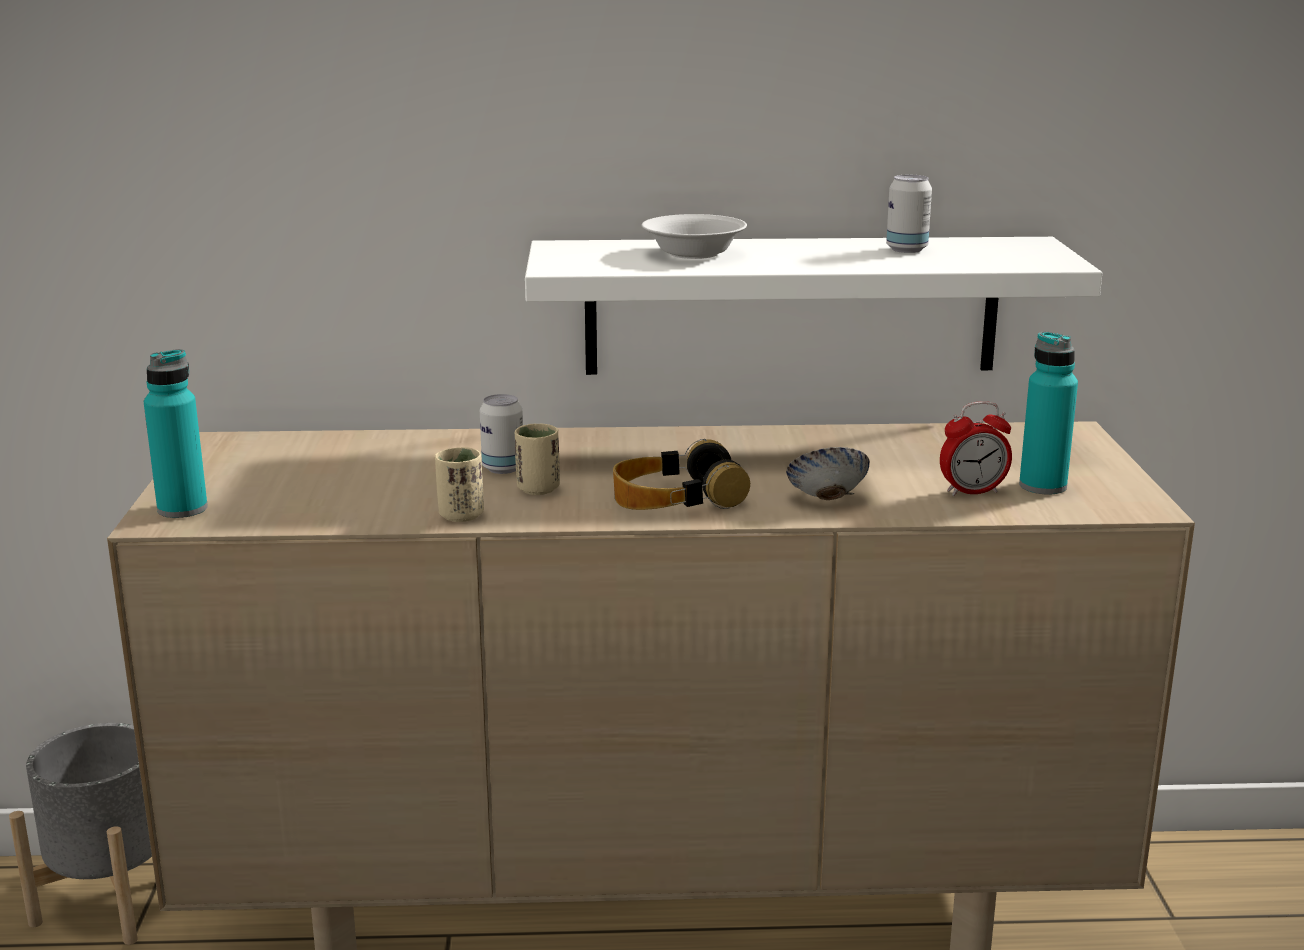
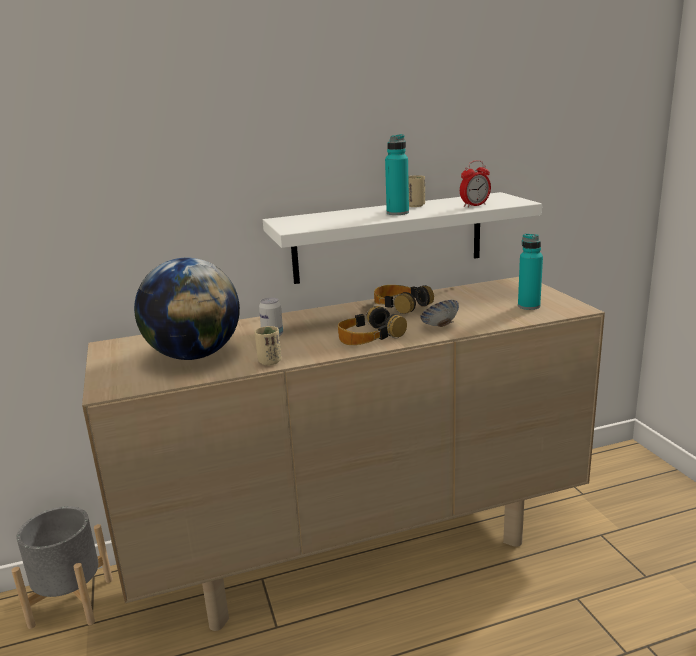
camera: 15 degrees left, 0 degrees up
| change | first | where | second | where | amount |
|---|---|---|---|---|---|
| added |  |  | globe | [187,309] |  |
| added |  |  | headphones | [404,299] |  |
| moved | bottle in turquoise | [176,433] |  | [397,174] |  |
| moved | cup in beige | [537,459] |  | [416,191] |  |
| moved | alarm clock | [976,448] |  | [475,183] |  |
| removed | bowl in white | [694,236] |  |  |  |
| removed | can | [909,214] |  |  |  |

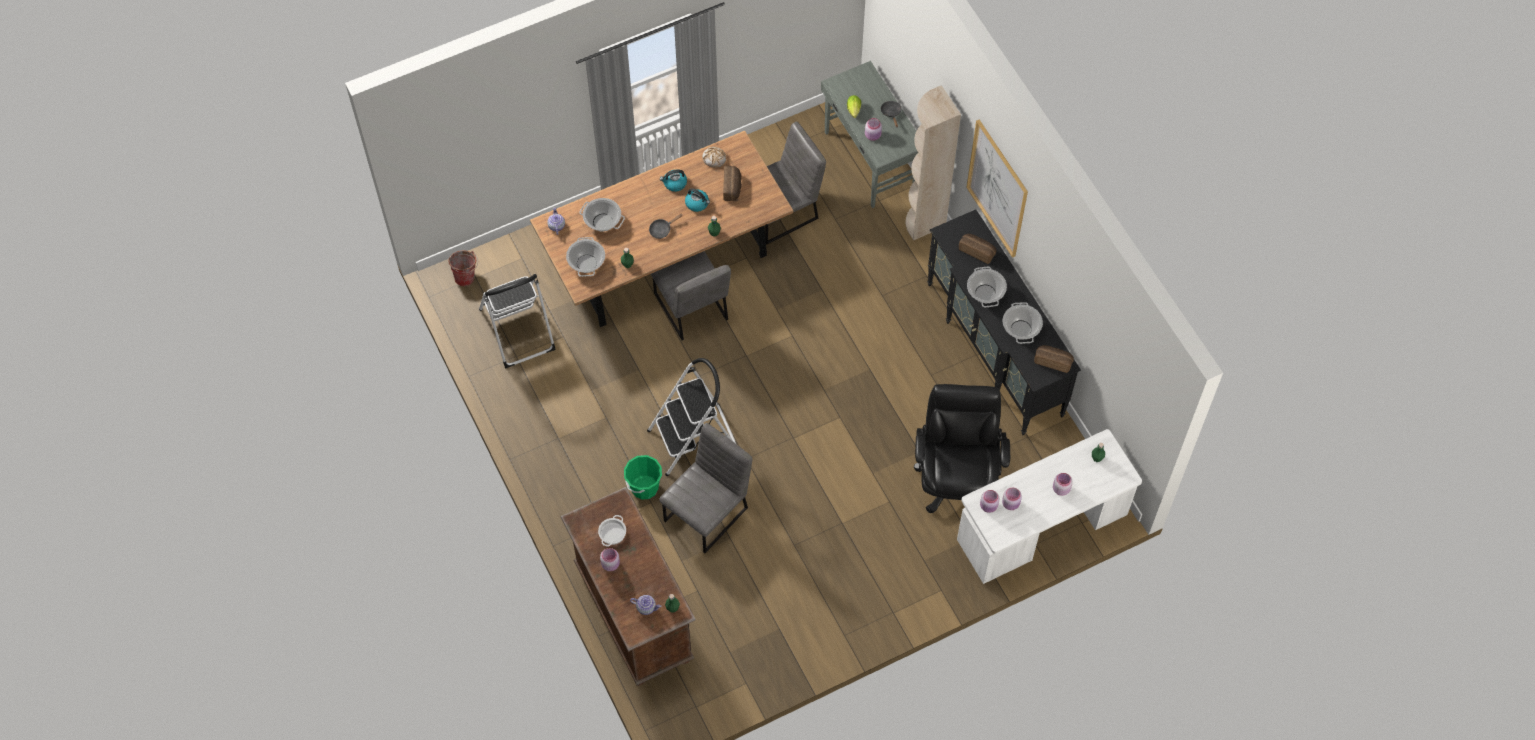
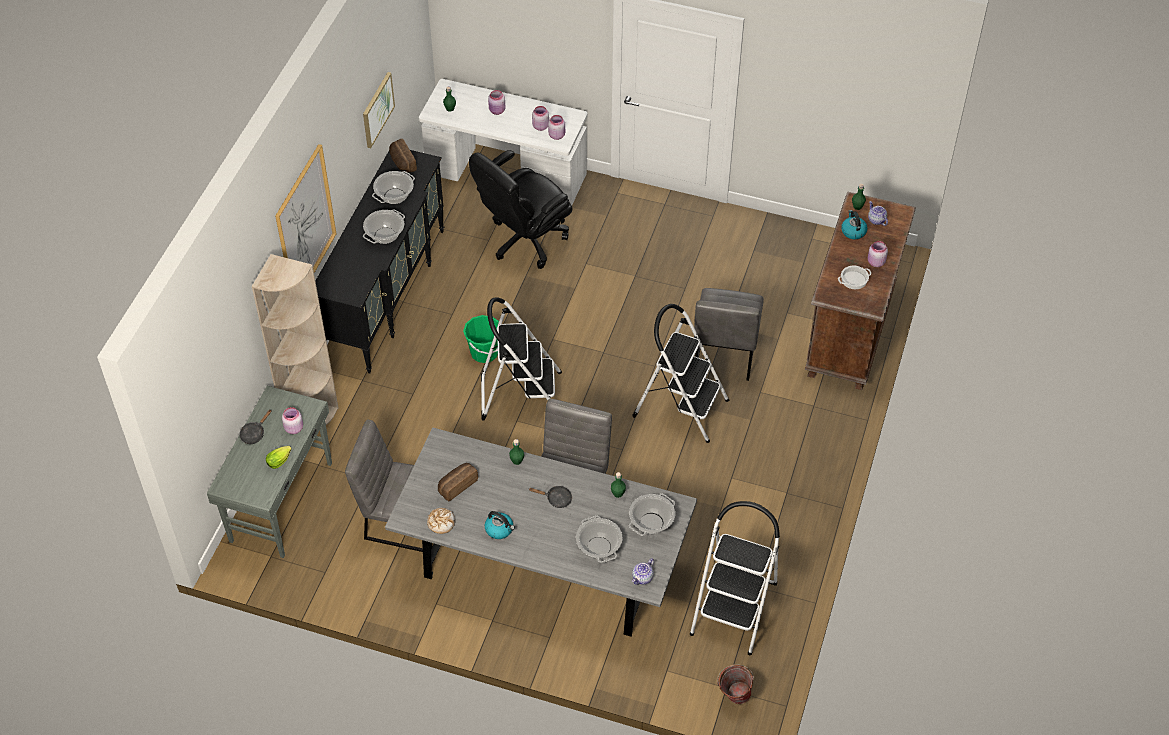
camera: 135 degrees left, 10 degrees down
| change | first | where | second | where | amount |
|---|---|---|---|---|---|
| added |  |  | picture | [379,110] |  |
| recoloured | dining table in brown | [661,229] | dining table in grey | [541,532] |  |
| moved | bucket in green | [643,477] |  | [481,339] |  |
| added |  |  | step ladder | [521,358] |  |
| turned | chair in grey | [705,488] |  | [729,334] | 75 degrees counterclockwise |
| moved | kettle | [697,200] |  | [854,224] |  |
| removed | bread | [978,249] |  |  |  |

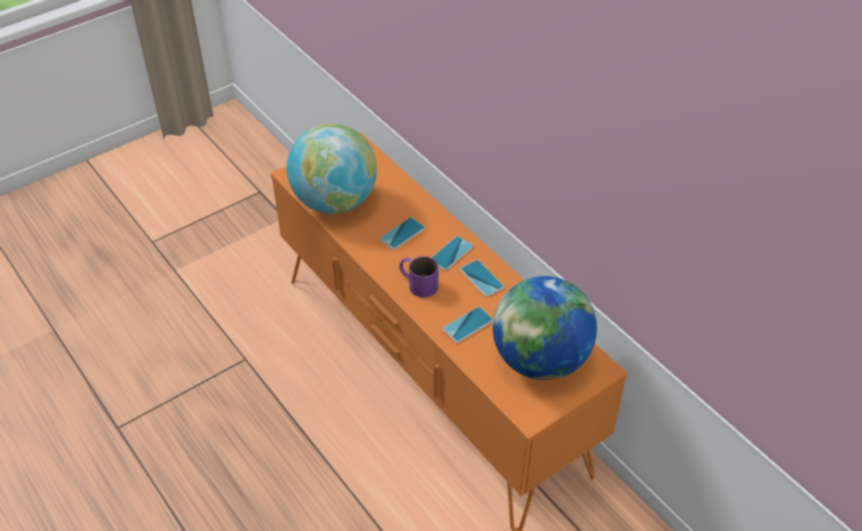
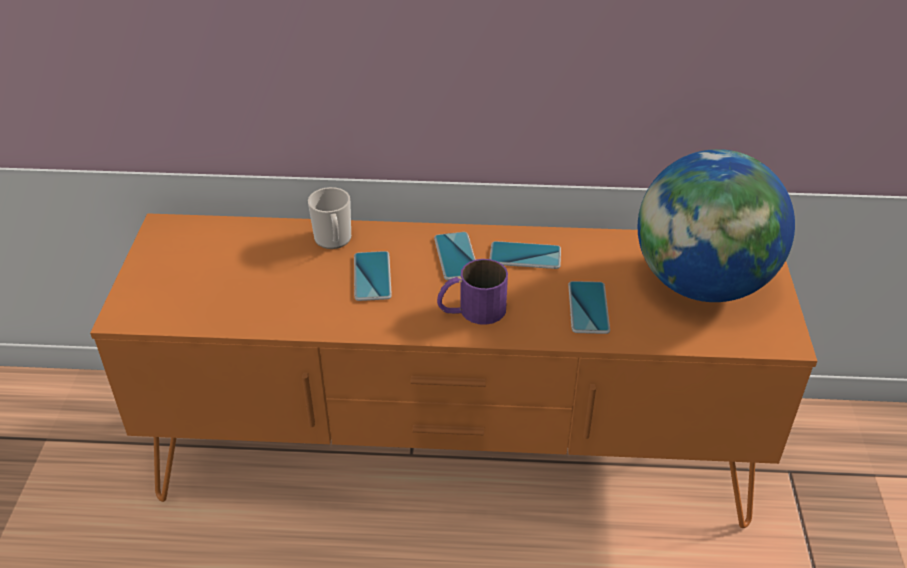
camera: 50 degrees left, 5 degrees down
| change | first | where | second | where | amount |
|---|---|---|---|---|---|
| added |  |  | mug | [329,218] |  |
| removed | globe | [332,169] |  |  |  |

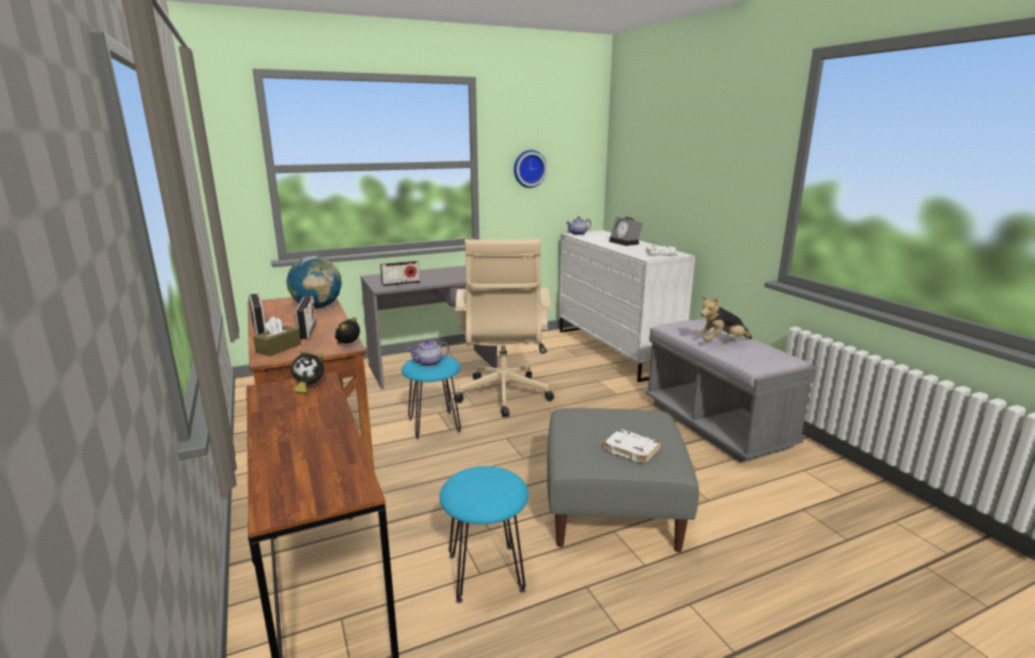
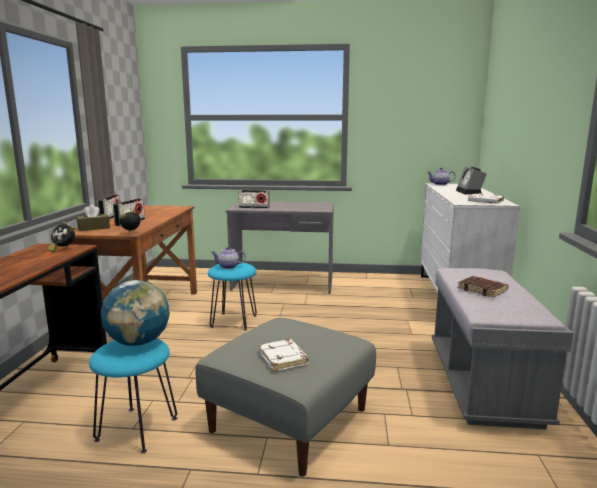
camera: 30 degrees right, 5 degrees down
| change | first | where | second | where | amount |
|---|---|---|---|---|---|
| moved | globe | [314,282] |  | [135,313] |  |
| replaced | plush toy | [724,318] | book in brown | [483,287] |  |
| removed | office chair in beige | [504,328] |  |  |  |
| removed | wall clock | [530,169] |  |  |  |

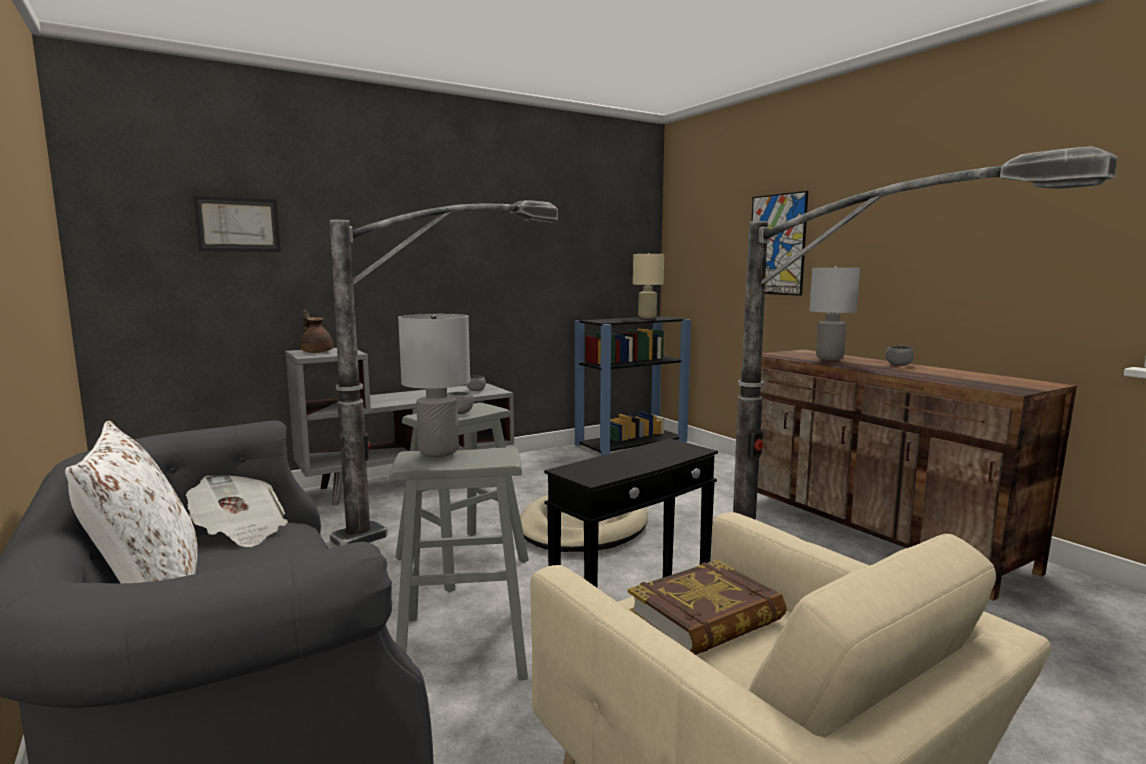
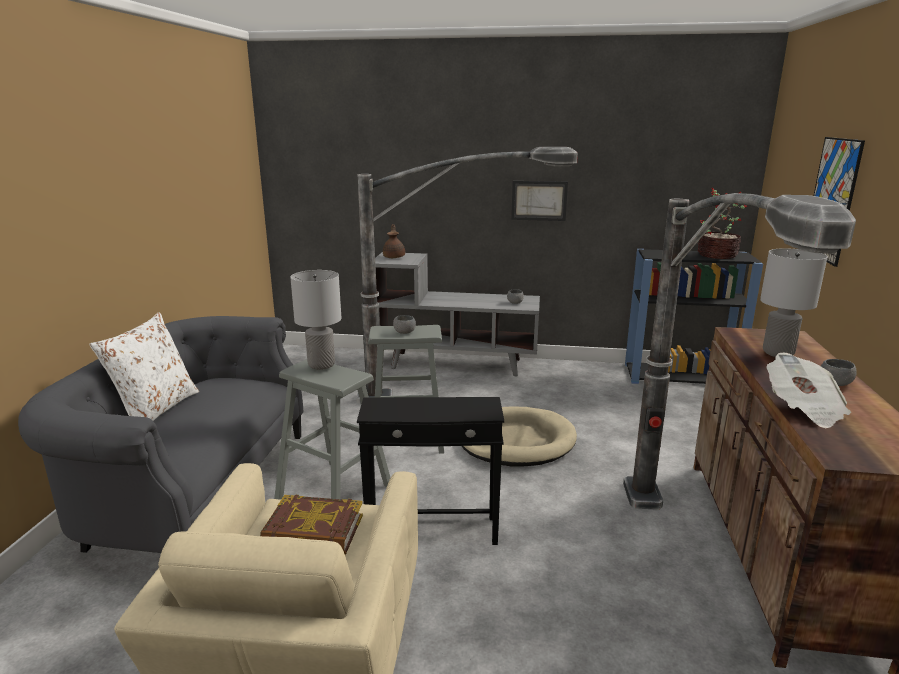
camera: 40 degrees right, 10 degrees up
| change | first | where | second | where | amount |
|---|---|---|---|---|---|
| moved | picture | [237,223] |  | [539,201] |  |
| replaced | table lamp in beige | [648,286] | potted plant | [722,223] |  |
| moved | newspaper | [237,511] |  | [808,390] |  |

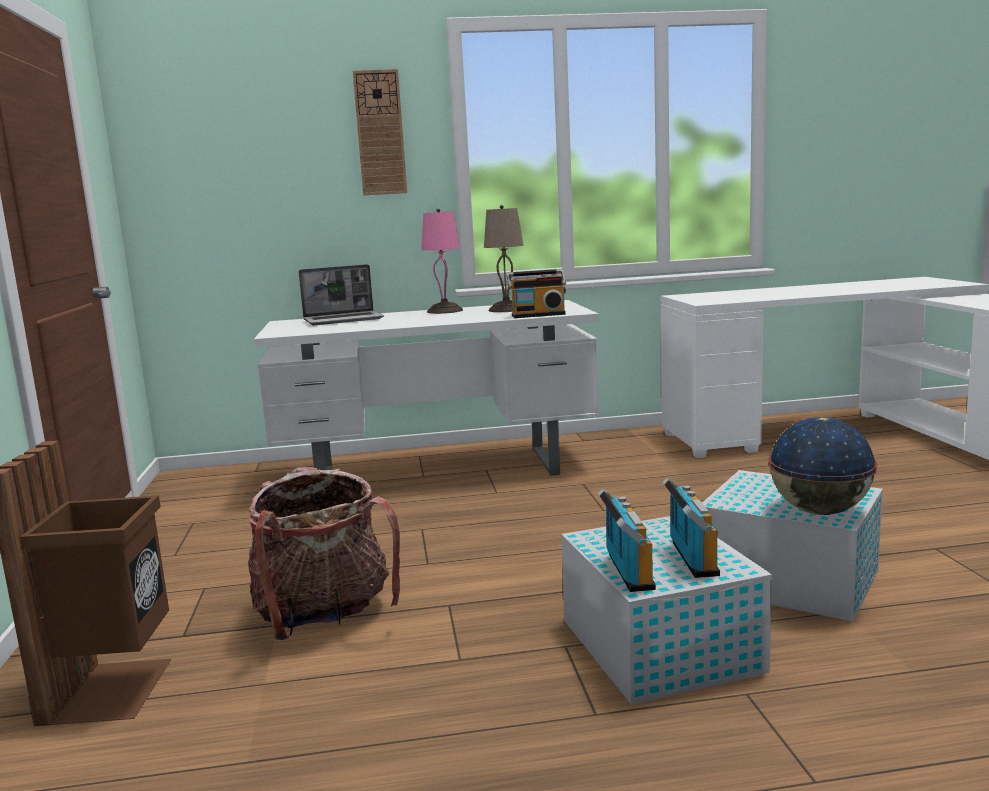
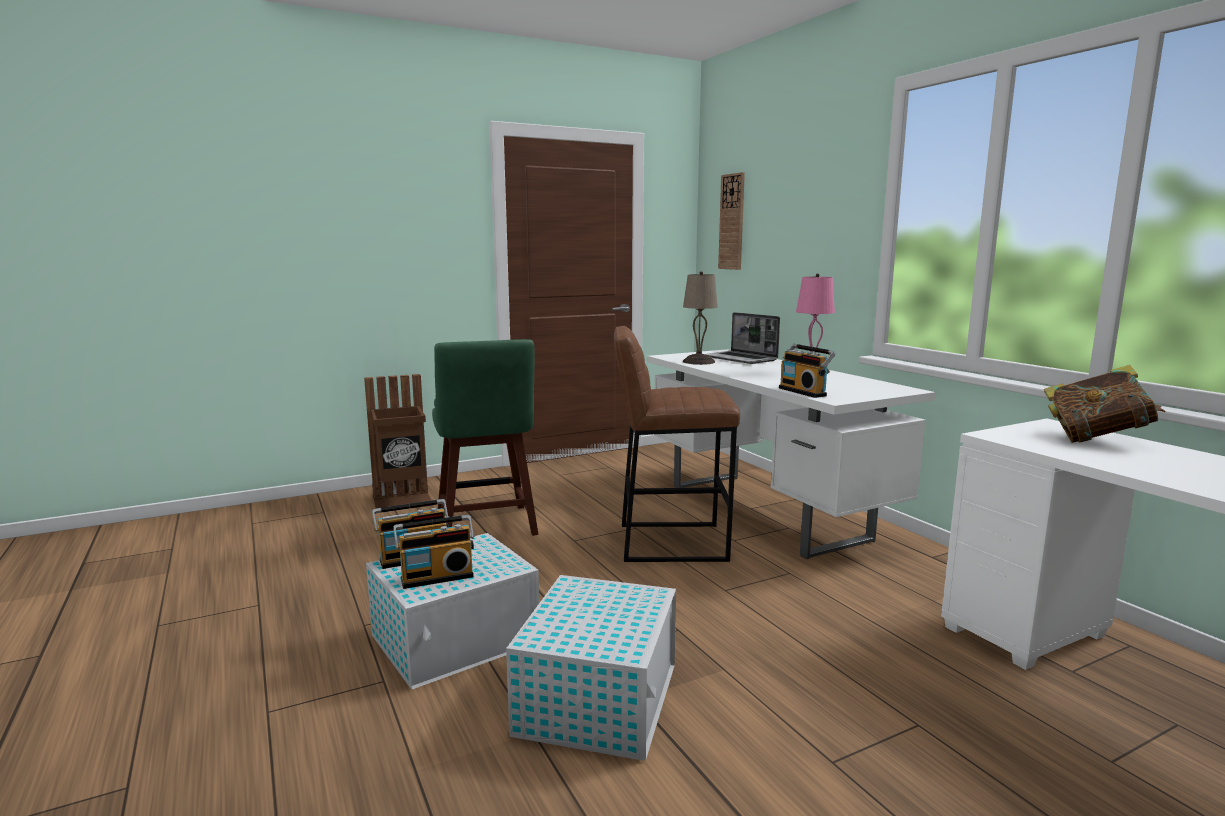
camera: 70 degrees right, 0 degrees up
| change | first | where | second | where | amount |
|---|---|---|---|---|---|
| replaced | backpack | [324,553] | chair in green | [485,437] |  |
| added |  |  | stool in brown | [677,444] |  |
| moved | table lamp in beige | [503,258] |  | [700,318] |  |
| moved | wall clock | [380,132] |  | [731,221] |  |
| added |  |  | book | [1105,404] |  |
| removed | globe | [822,466] |  |  |  |

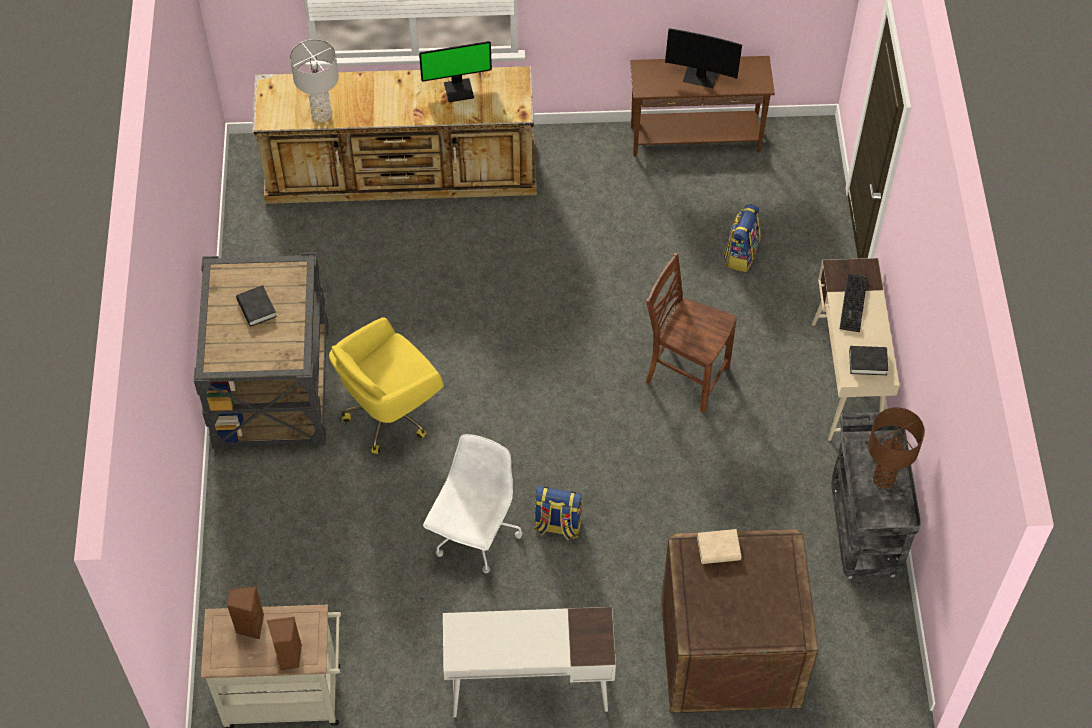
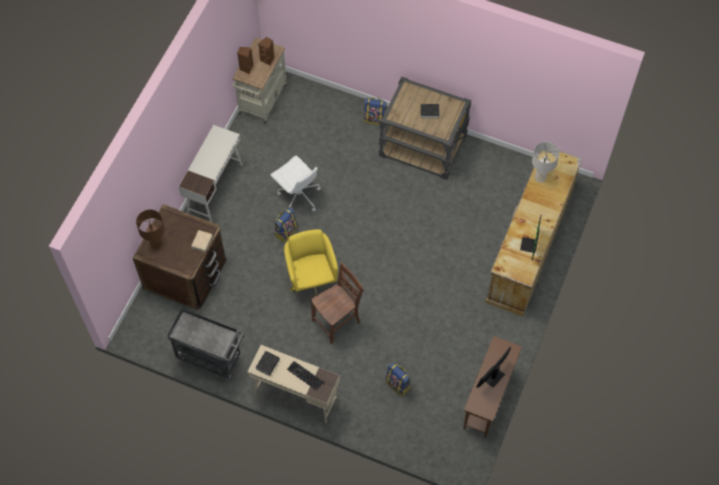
camera: 115 degrees right, 5 degrees up
| change | first | where | second | where | amount |
|---|---|---|---|---|---|
| moved | table lamp in brown | [896,447] |  | [150,230] |  |
| moved | office chair in yellow | [386,385] |  | [311,262] |  |
| added |  |  | backpack | [375,111] |  |

